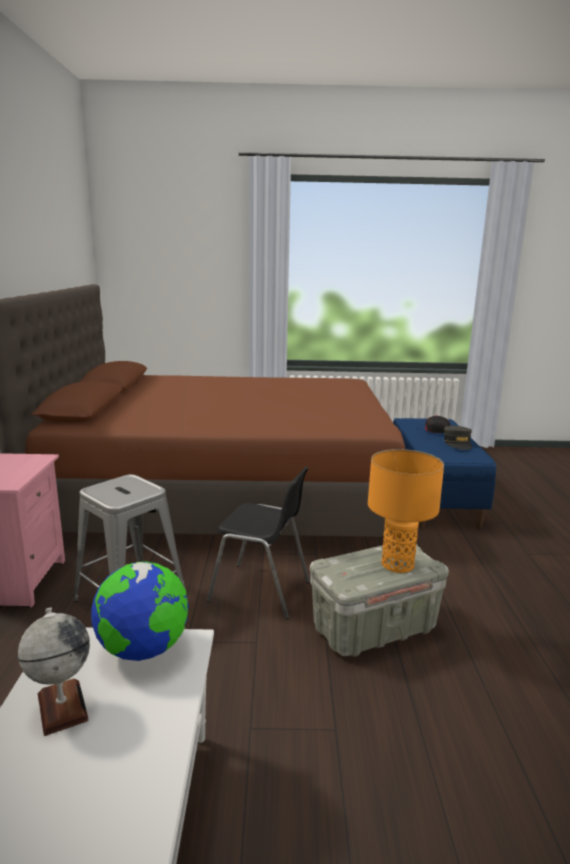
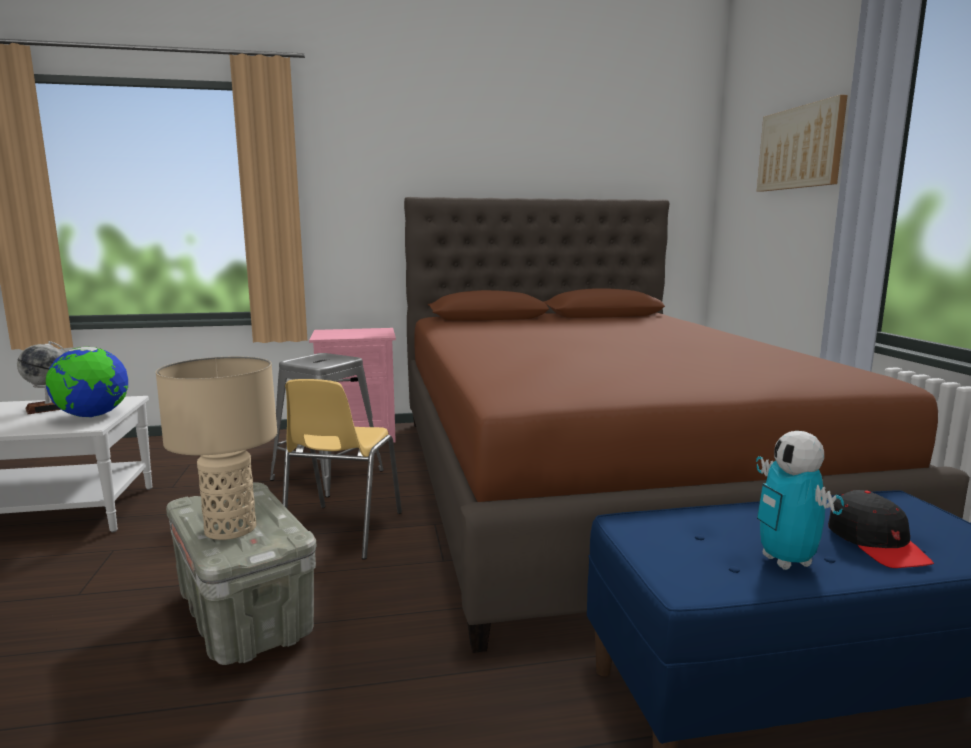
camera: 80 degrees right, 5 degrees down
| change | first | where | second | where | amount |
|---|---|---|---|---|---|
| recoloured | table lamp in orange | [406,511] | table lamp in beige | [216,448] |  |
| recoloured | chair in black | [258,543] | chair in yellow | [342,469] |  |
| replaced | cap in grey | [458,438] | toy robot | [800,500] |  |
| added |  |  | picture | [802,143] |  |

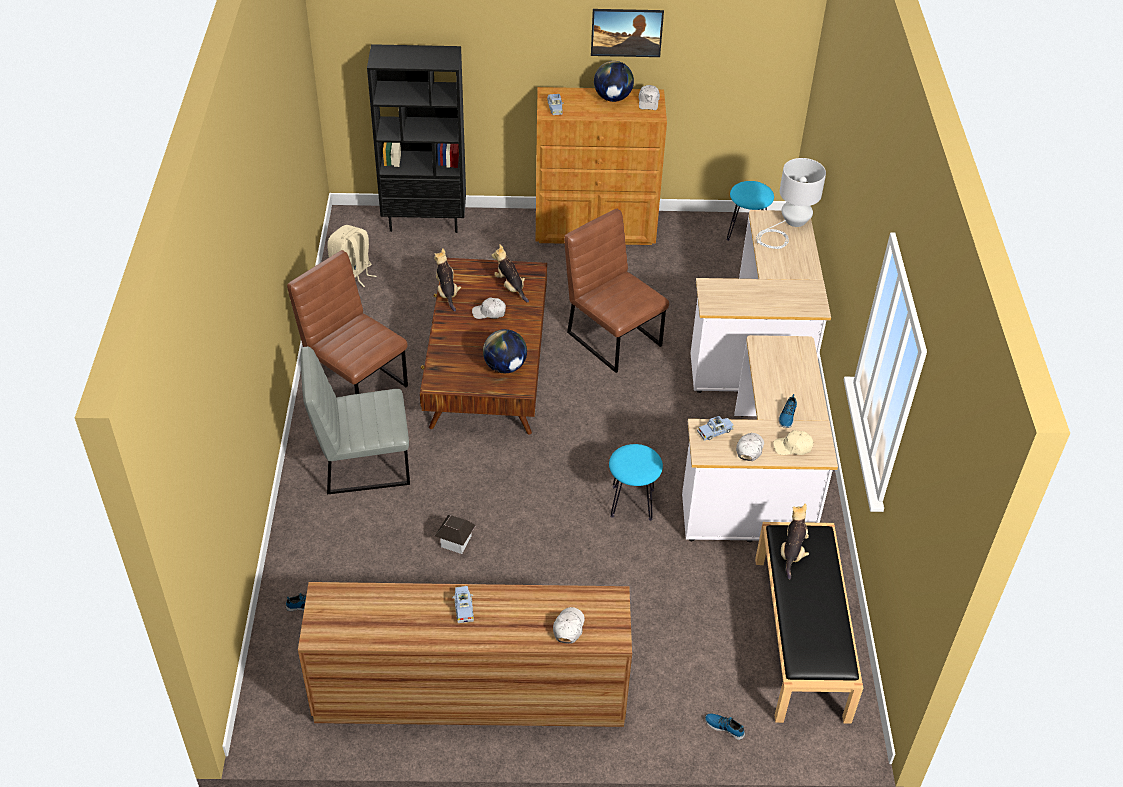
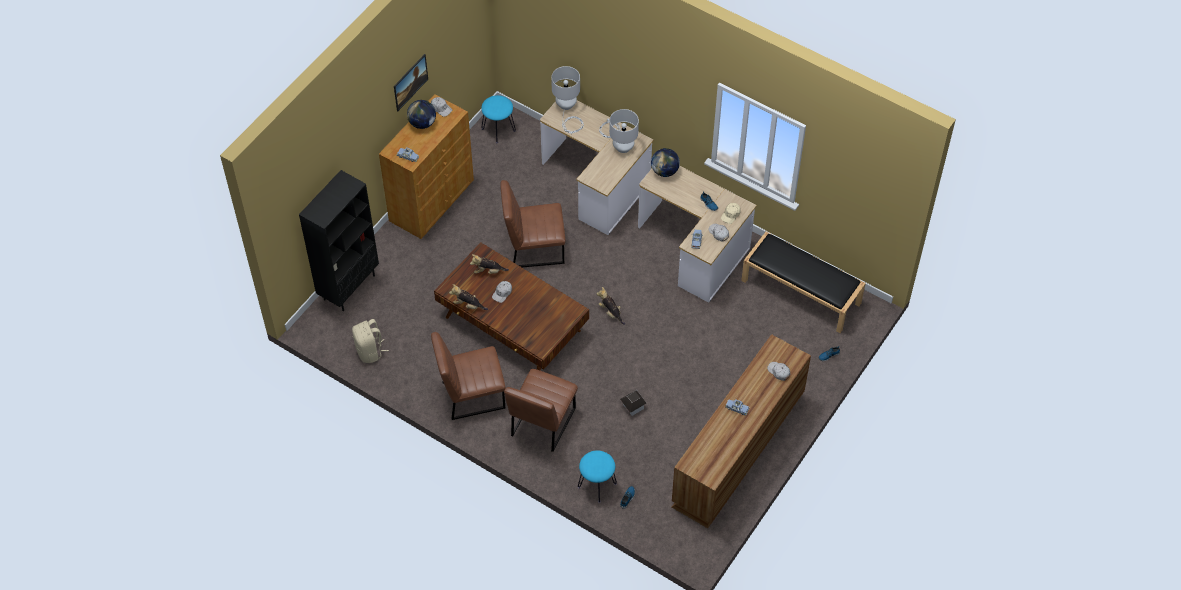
camera: 55 degrees left, 10 degrees up
| change | first | where | second | where | amount |
|---|---|---|---|---|---|
| recoloured | chair in grey | [355,420] | chair in brown | [541,410] |  |
| moved | stool in turquoise | [636,482] |  | [597,477] |  |
| moved | plush toy | [795,541] |  | [610,306] |  |
| added |  |  | table lamp in white | [619,131] |  |
| moved | globe | [505,351] |  | [665,162] |  |

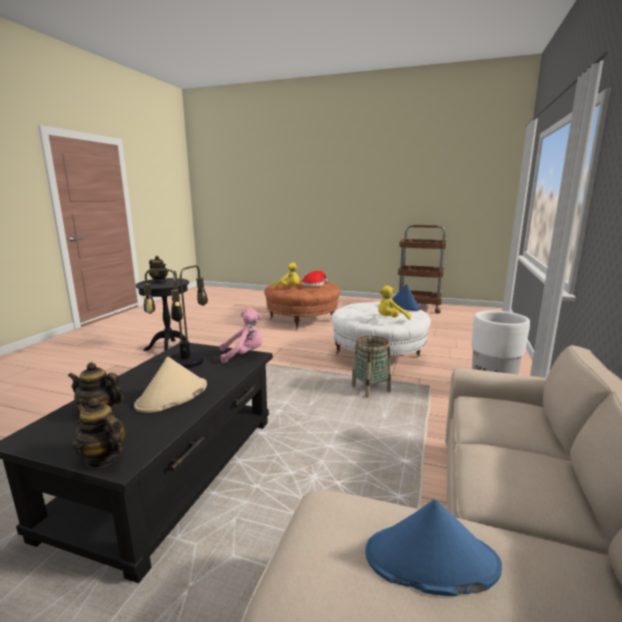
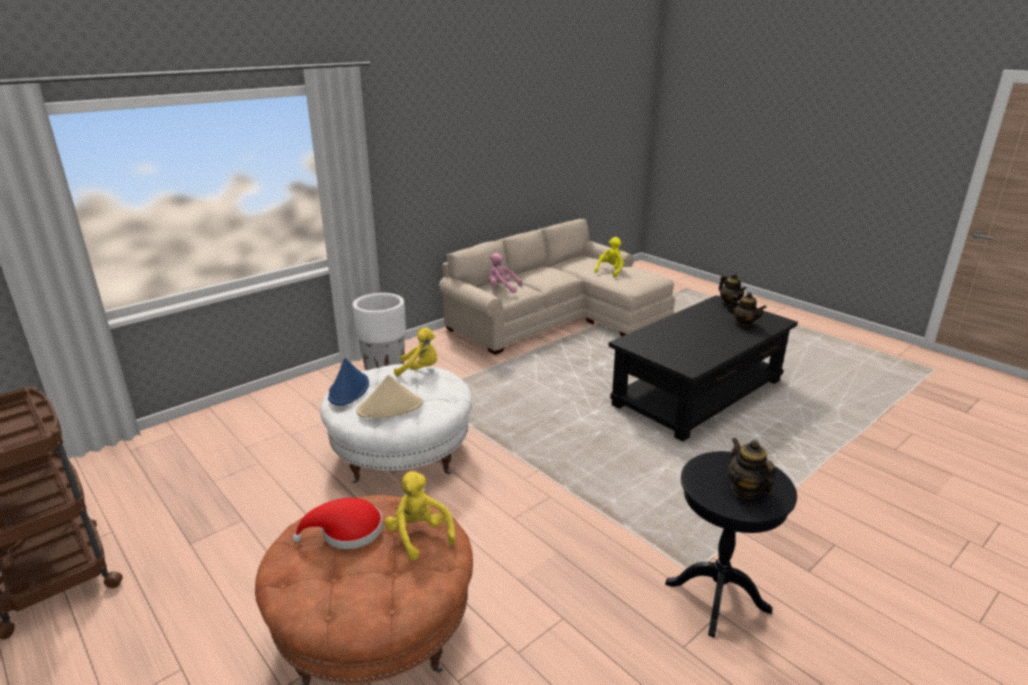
camera: 150 degrees left, 10 degrees up
| change | first | where | second | where | amount |
|---|---|---|---|---|---|
| moved | hat in beige | [170,385] |  | [389,396] |  |
| moved | plush toy in pink | [241,335] |  | [505,273] |  |
| replaced | hat in blue | [433,548] | plush toy in yellow | [609,257] |  |
| removed | table lamp | [175,317] |  |  |  |
| removed | basket | [371,367] |  |  |  |

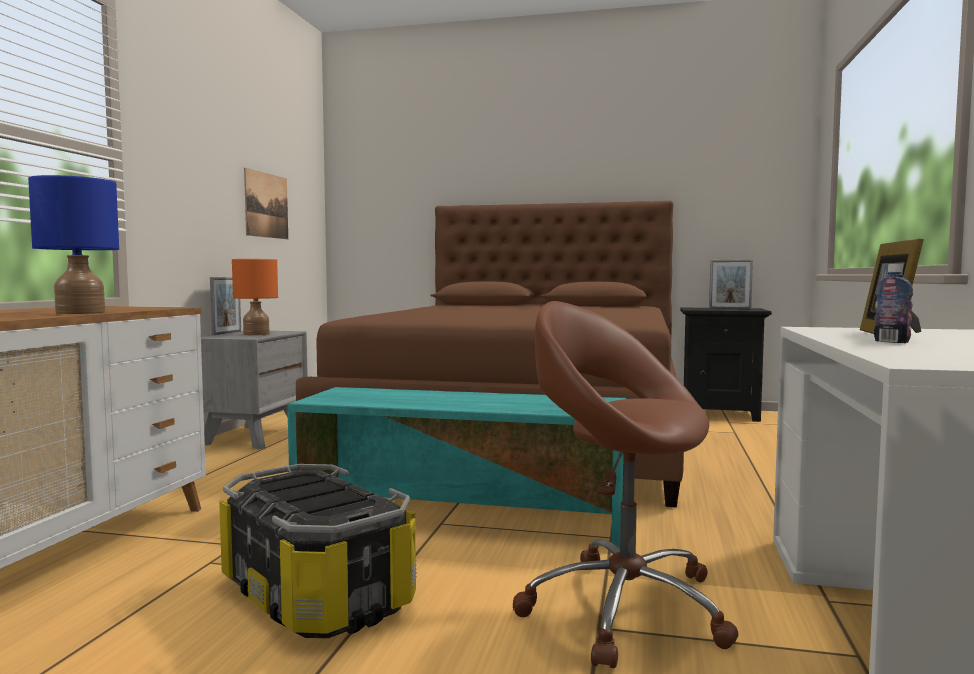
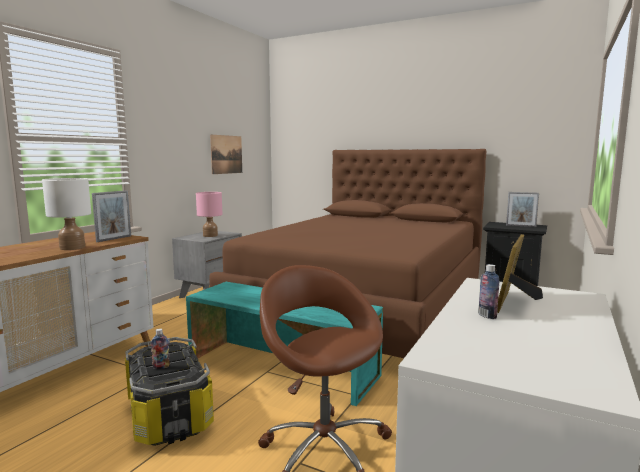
camera: 15 degrees right, 5 degrees up
| change | first | where | second | where | amount |
|---|---|---|---|---|---|
| recoloured | table lamp in blue | [73,244] | table lamp in white | [66,214] |  |
| moved | picture frame | [225,306] |  | [111,216] |  |
| added |  |  | bottle | [160,349] |  |
| recoloured | table lamp in orange | [255,297] | table lamp in pink | [209,214] |  |

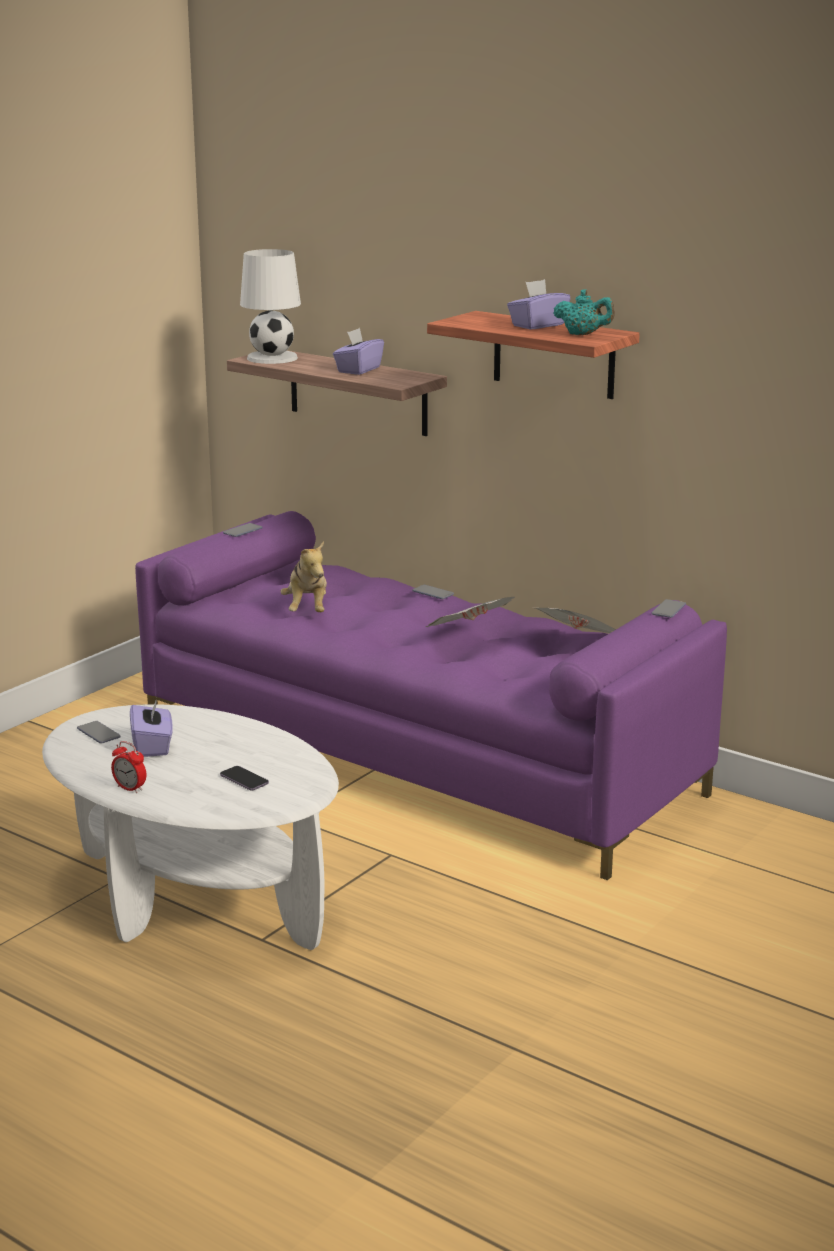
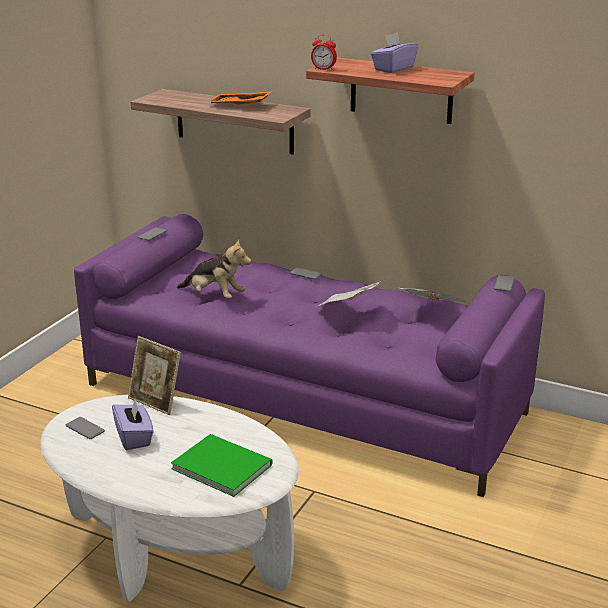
camera: 10 degrees left, 5 degrees up
| change | first | where | second | where | amount |
|---|---|---|---|---|---|
| added |  |  | picture frame | [154,375] |  |
| replaced | phone | [244,778] | book in green | [222,465] |  |
| turned | plush toy | [303,576] |  | [214,268] | 45 degrees counterclockwise |
| replaced | tissue box in purple | [358,351] | tray in orange | [240,98] |  |
| moved | alarm clock | [128,767] |  | [324,52] |  |
| removed | table lamp in white | [270,306] |  |  |  |
| removed | teapot in turquoise | [584,312] |  |  |  |

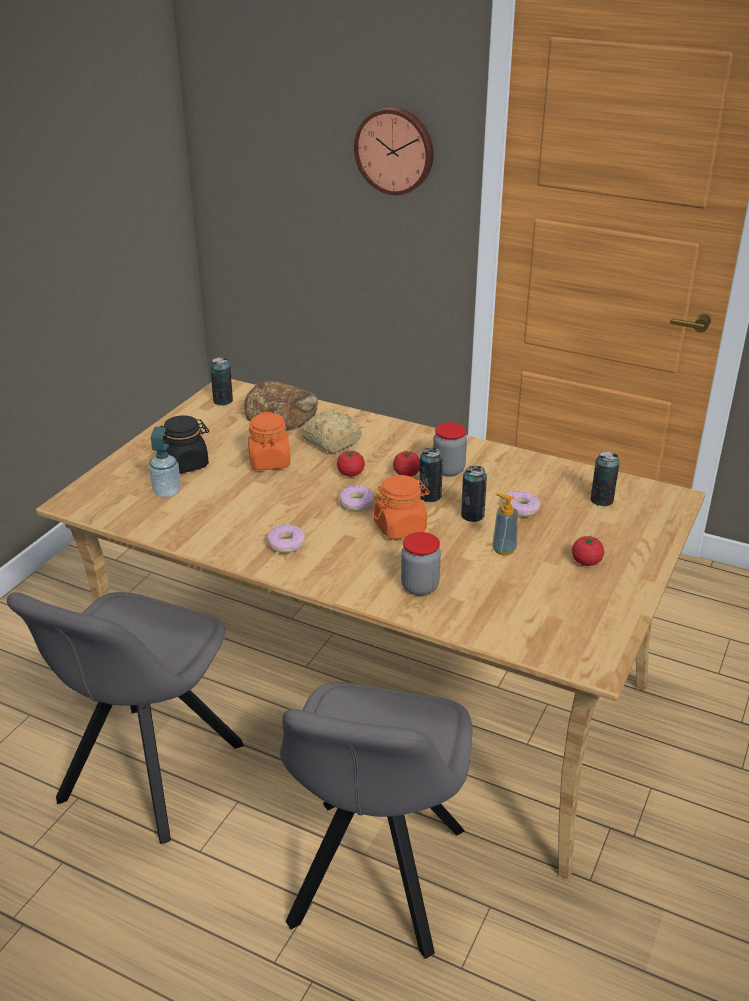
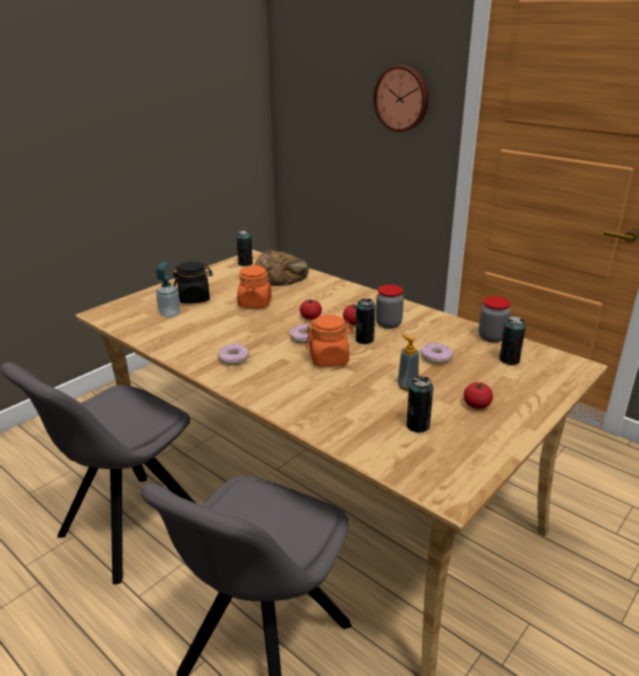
camera: 15 degrees right, 5 degrees down
| change | first | where | second | where | amount |
|---|---|---|---|---|---|
| moved | can | [474,494] |  | [420,404] |  |
| moved | jar | [421,563] |  | [495,319] |  |
| removed | bread | [331,431] |  |  |  |

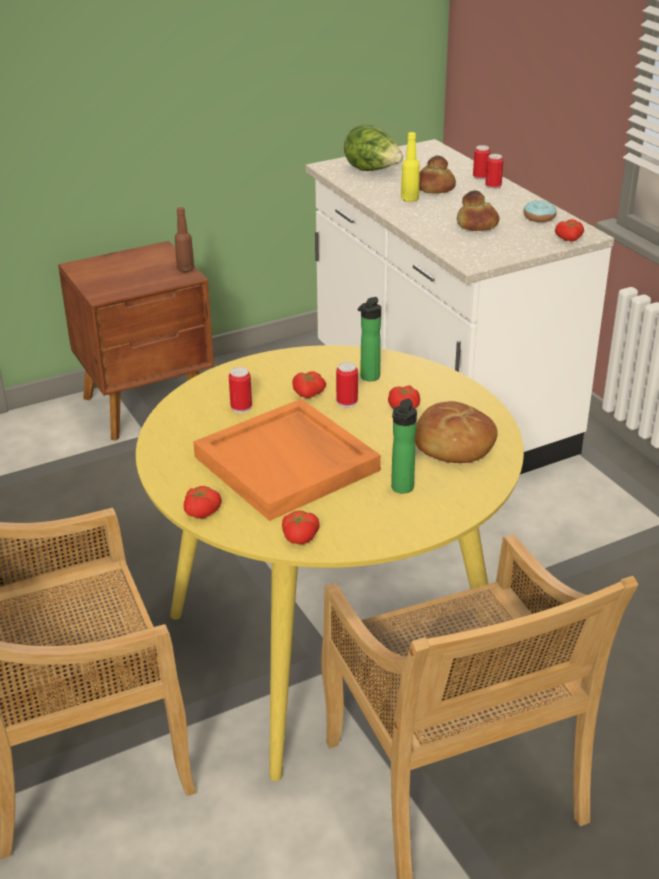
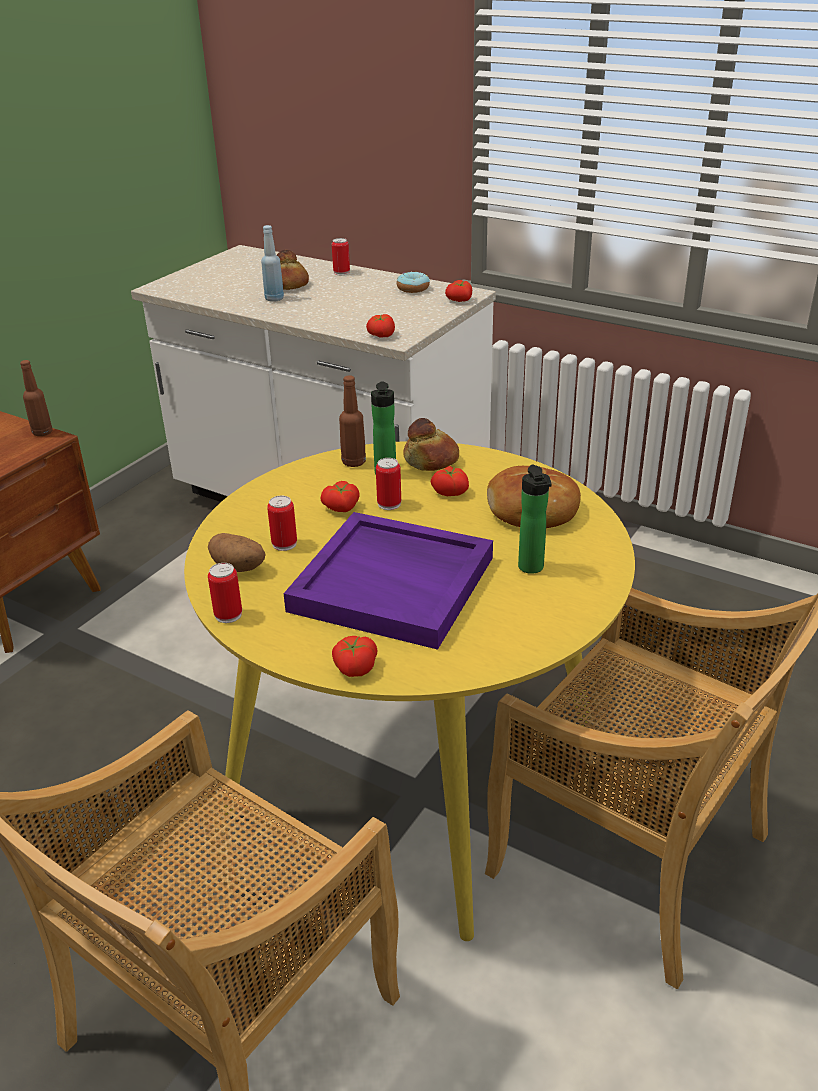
camera: 30 degrees left, 0 degrees up
| change | first | where | second | where | amount |
|---|---|---|---|---|---|
| added |  |  | potato | [237,552] |  |
| moved | can | [482,163] |  | [225,593] |  |
| recoloured | bottle in yellow | [410,167] | bottle in blue | [272,263] |  |
| recoloured | tray in orange | [287,460] | tray in purple | [388,581] |  |
| added |  |  | bottle in brown | [352,421] |  |
| moved | tomato | [301,527] |  | [380,326] |  |
| moved | bread | [478,210] |  | [431,444] |  |
| removed | lettuce | [373,148] |  |  |  |

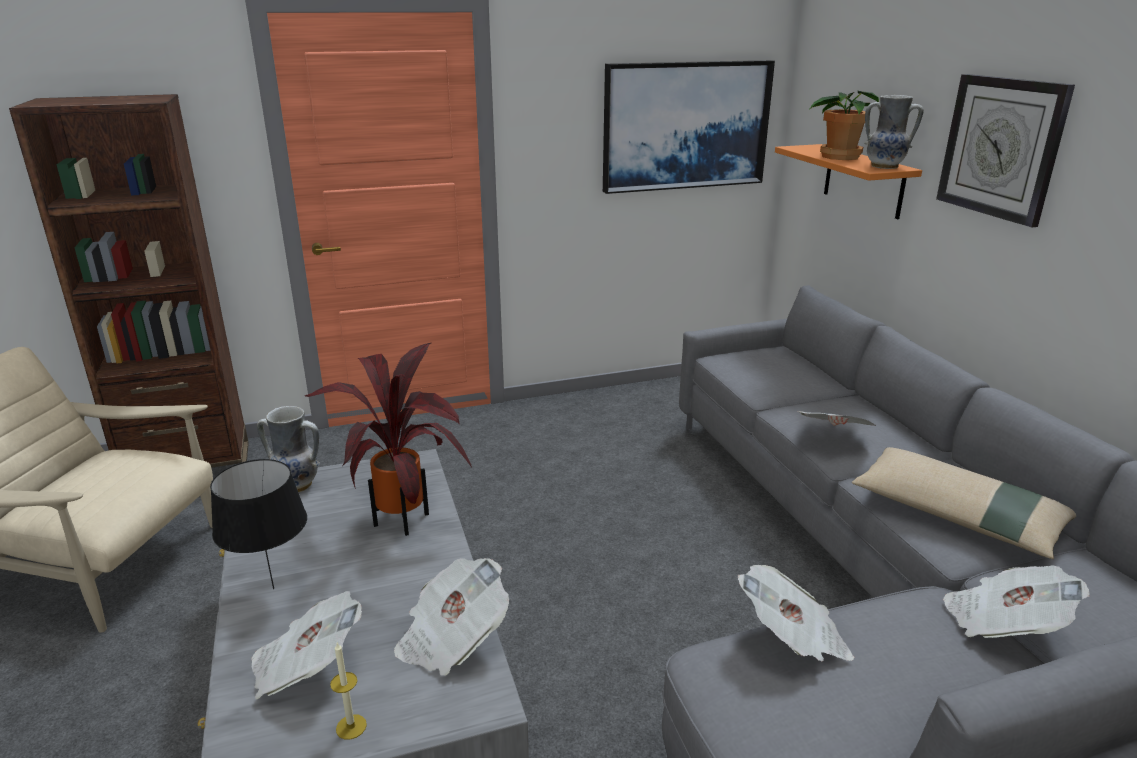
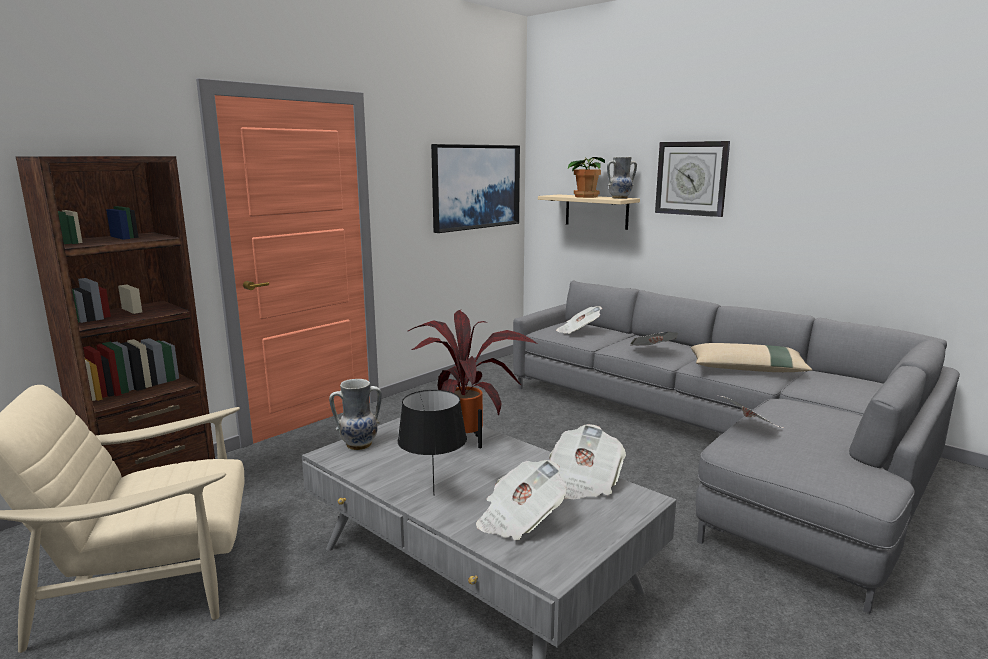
camera: 30 degrees left, 10 degrees down
| change | first | where | second | where | amount |
|---|---|---|---|---|---|
| recoloured | shelf in orange | [848,181] | shelf in beige | [589,212] |  |
| moved | newspaper | [1016,602] |  | [579,320] |  |
| removed | candle | [348,691] |  |  |  |

